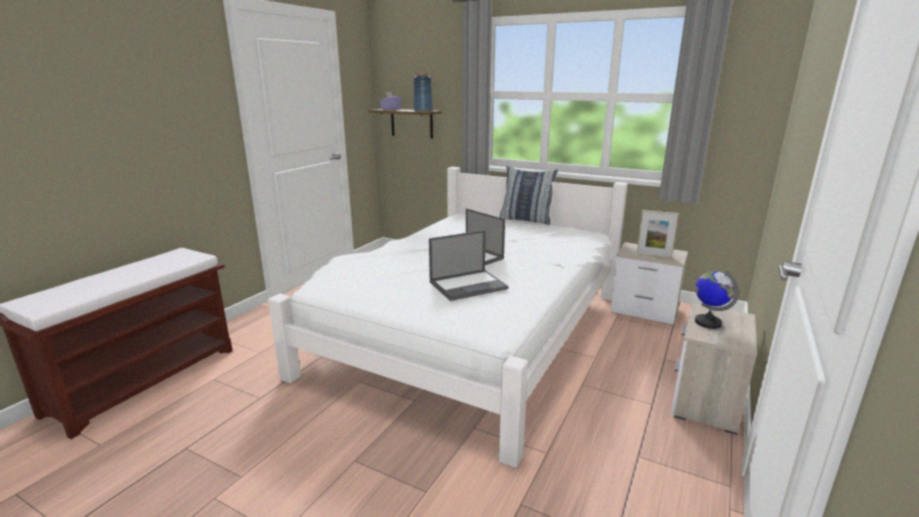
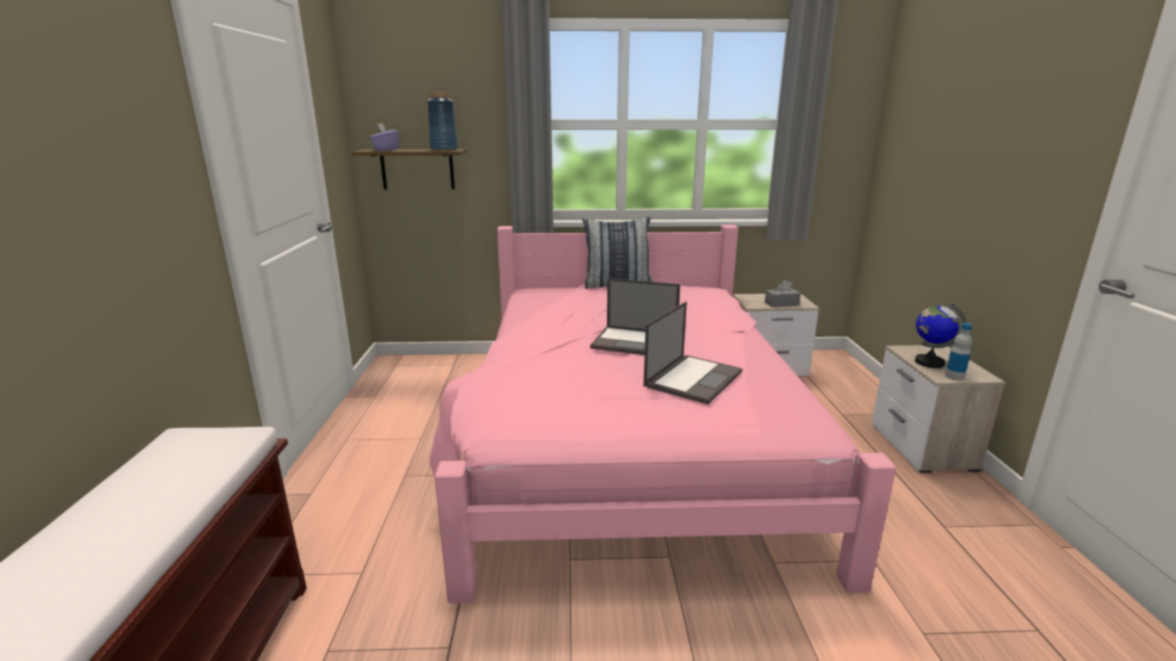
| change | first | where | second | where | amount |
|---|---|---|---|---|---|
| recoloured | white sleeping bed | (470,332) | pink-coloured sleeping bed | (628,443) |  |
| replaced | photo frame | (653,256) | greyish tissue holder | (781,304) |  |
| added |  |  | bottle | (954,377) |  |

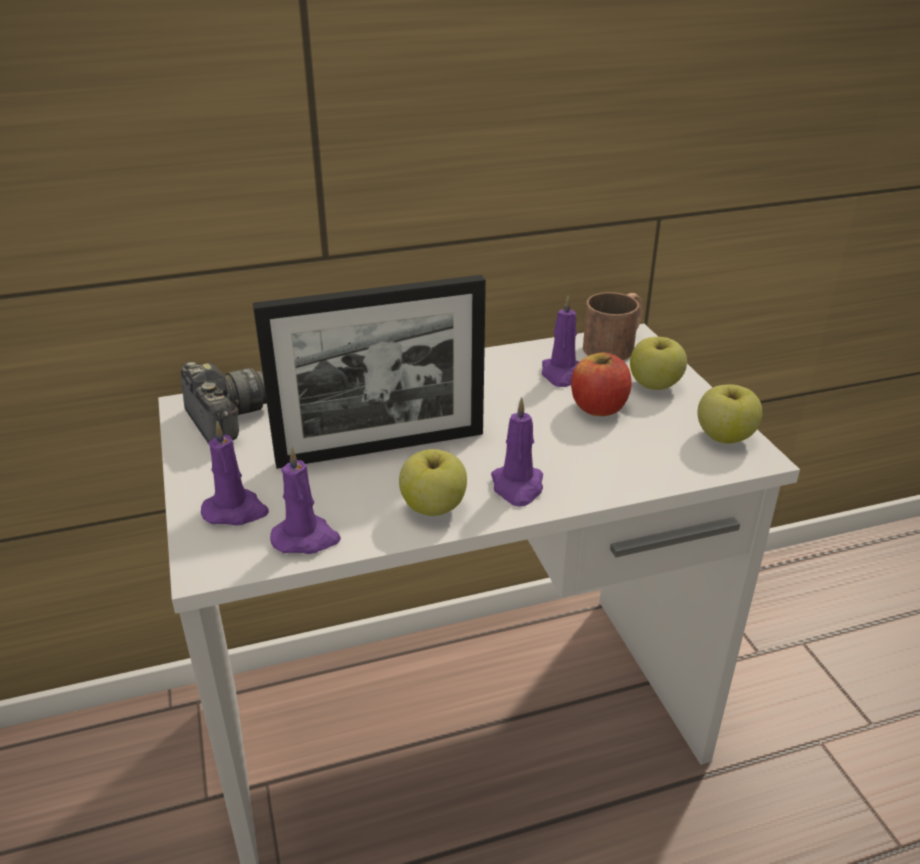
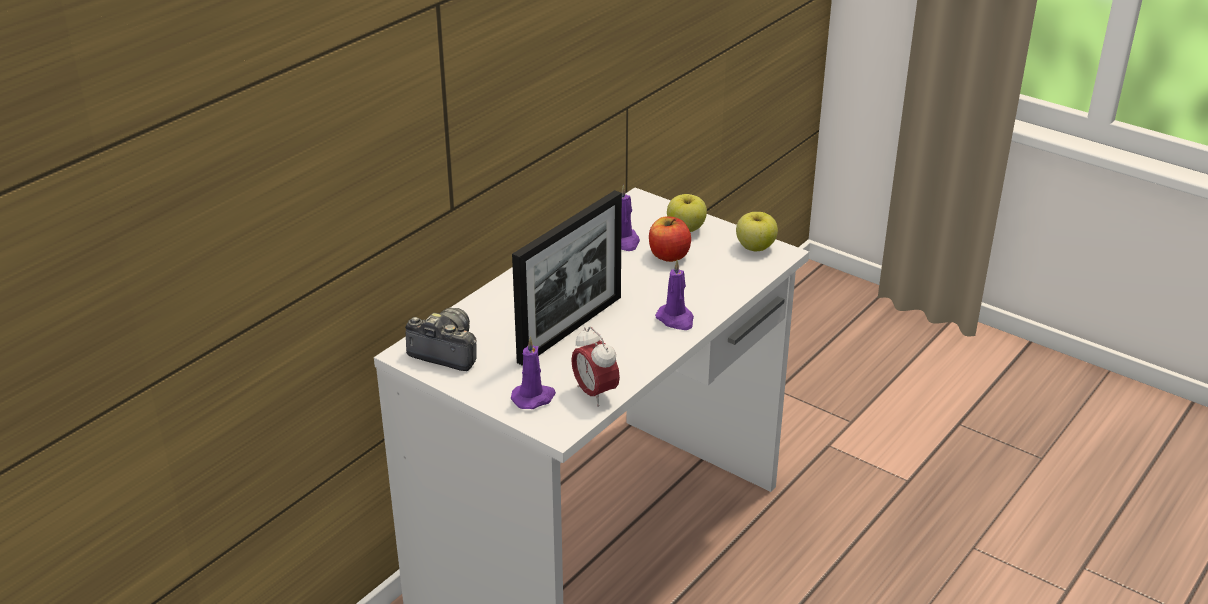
| change | first | where | second | where | amount |
|---|---|---|---|---|---|
| replaced | purple wax candle | (306,538) | table clock | (595,393) |  |
| removed | apple | (434,507) |  |  |  |
| removed | brown-coloured coffee mug | (616,344) |  |  |  |

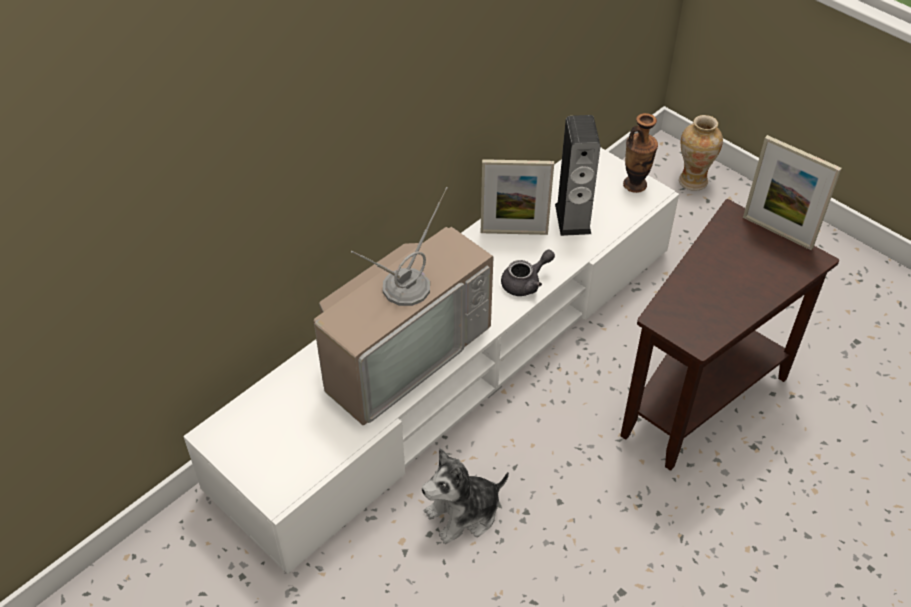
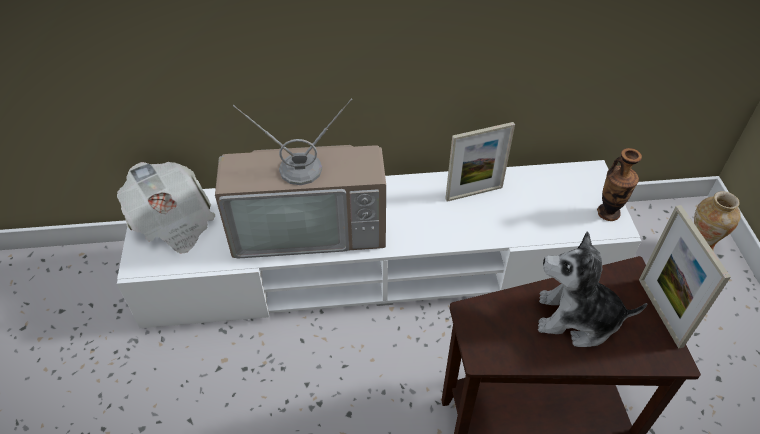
| change | first | where | second | where | amount |
|---|---|---|---|---|---|
| moved | plush toy | (464,513) |  | (577,319) |  |
| turned | photo frame | (514,232) |  | (474,193) | 60 degrees counterclockwise |
| removed | greyish pot for tea | (526,283) |  |  |  |
| removed | speaker | (573,218) |  |  |  |
| added |  |  | printed paper | (173,222) |  |

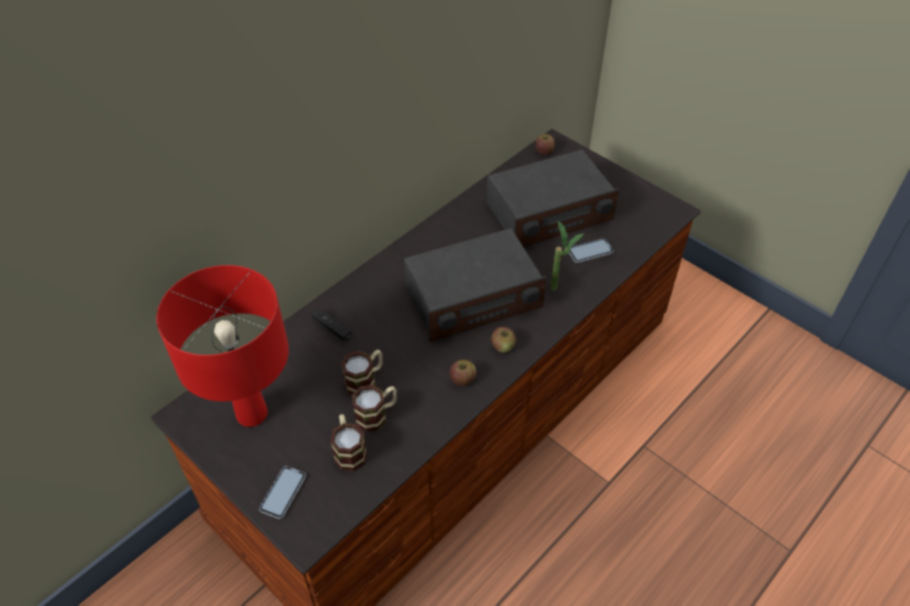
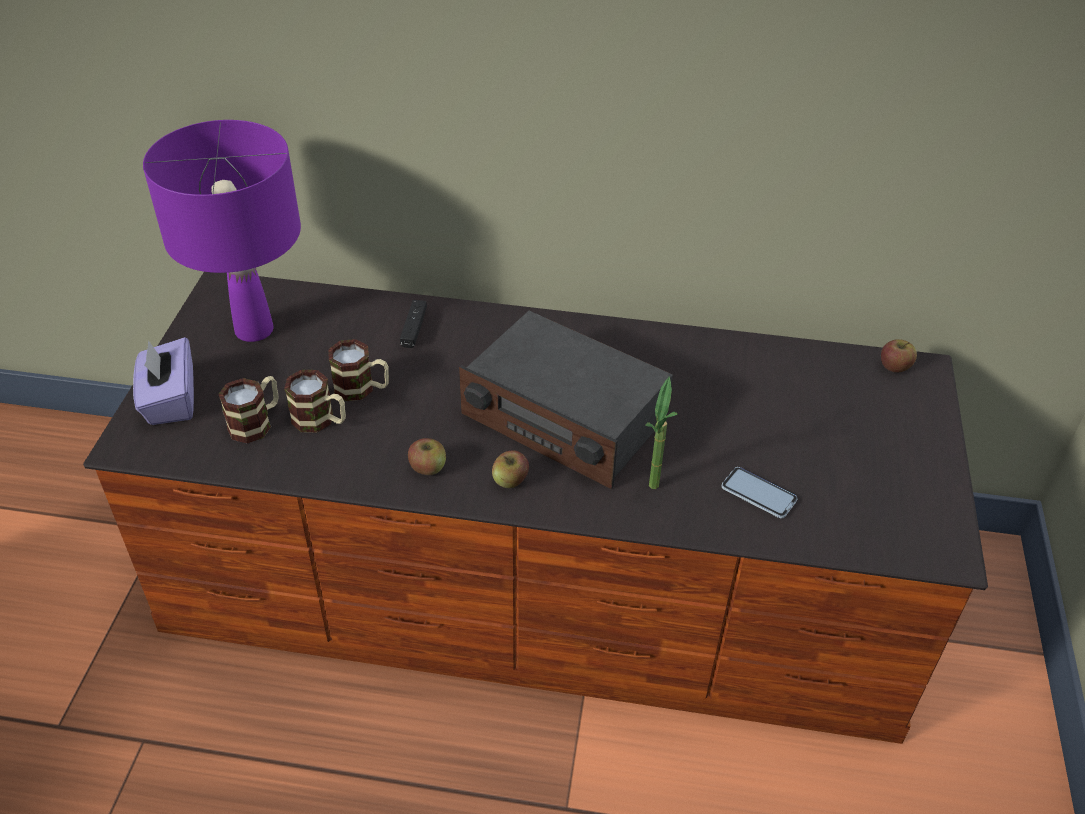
| change | first | where | second | where | amount |
|---|---|---|---|---|---|
| recoloured | reddish lamp for a table | (251,414) | purple lamp for a table | (253,330) |  |
| replaced | phone | (283,493) | purple tissue holder | (170,400) |  |
| removed | radio receiver | (549,212) |  |  |  |

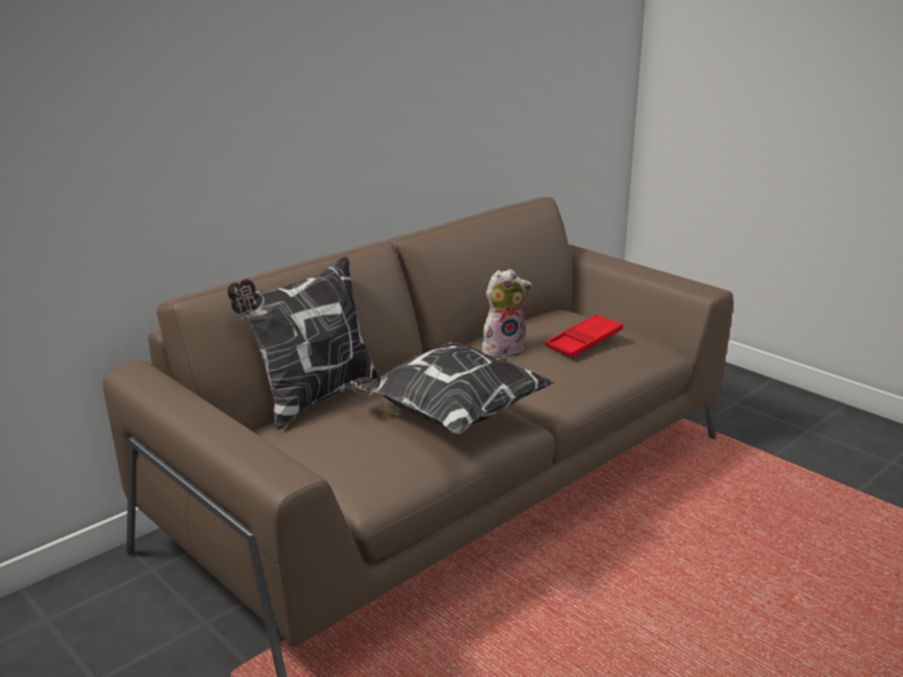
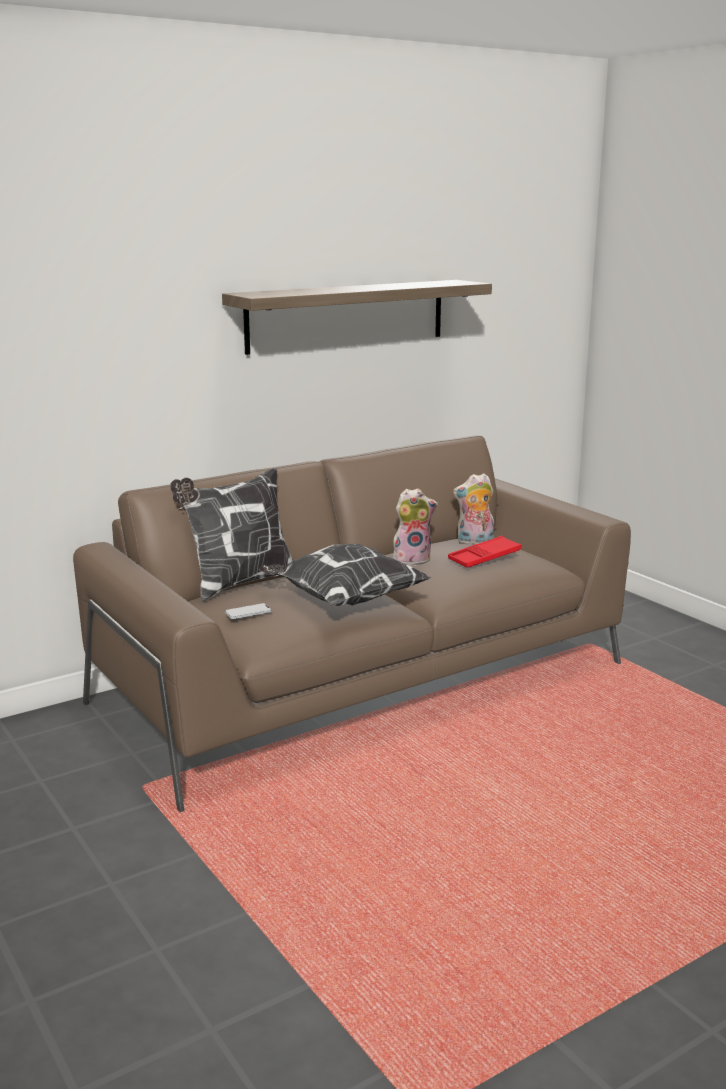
| change | first | where | second | where | amount |
|---|---|---|---|---|---|
| added |  |  | shelf | (347,315) |  |
| added |  |  | phone | (248,612) |  |
| added |  |  | plush toy | (474,543) |  |

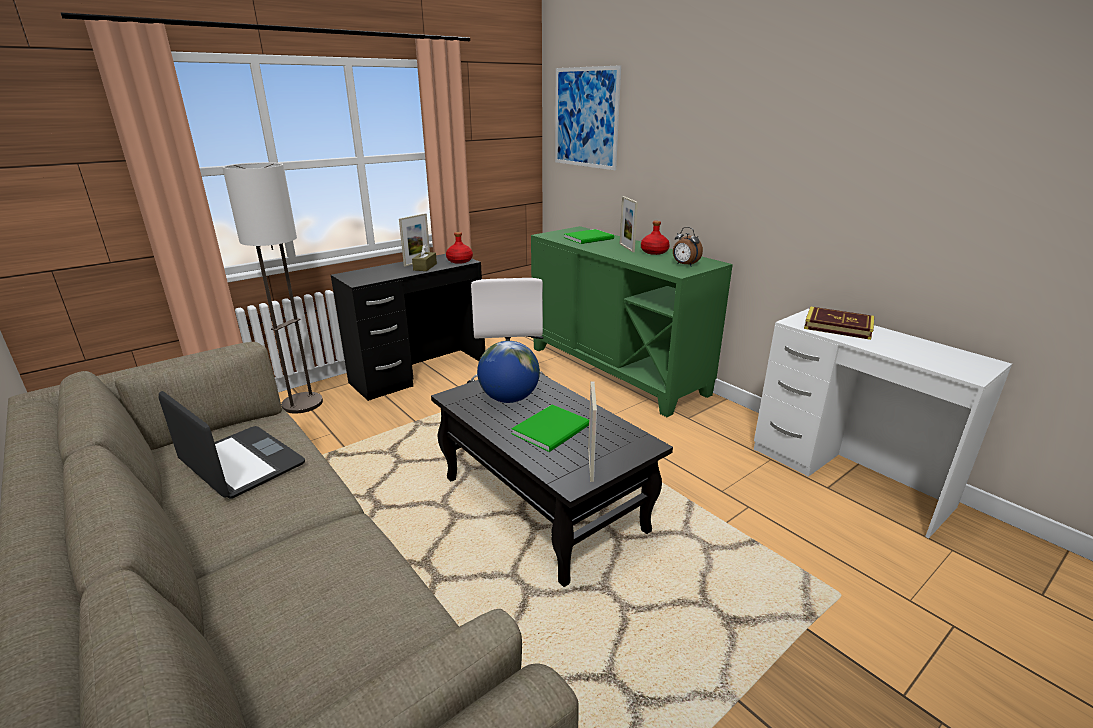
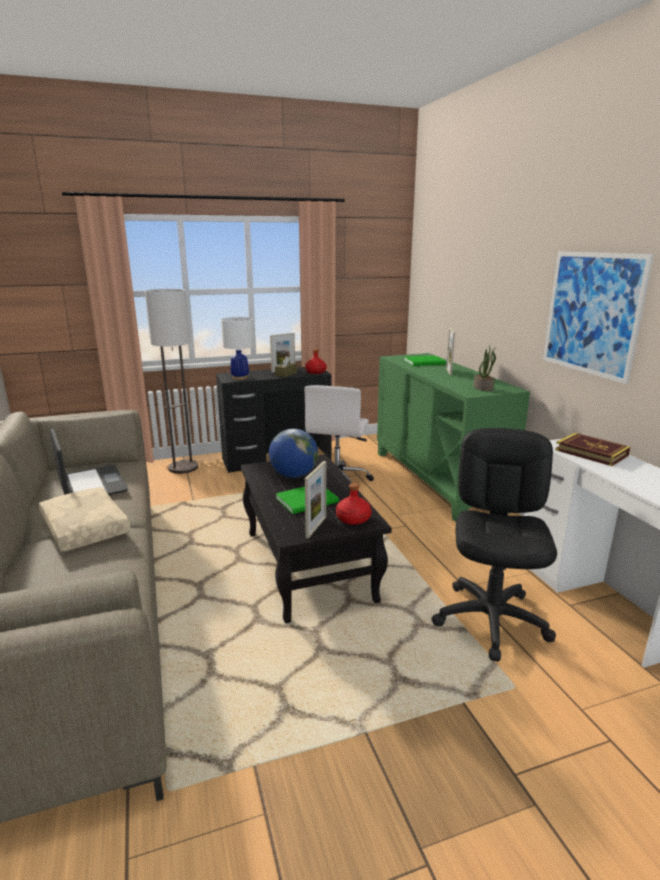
| change | first | where | second | where | amount |
|---|---|---|---|---|---|
| moved | picture | (586,118) |  | (592,313) |  |
| moved | reddish bottle | (654,252) |  | (353,519) |  |
| replaced | table clock | (684,265) | houseplant | (483,388) |  |
| added |  |  | beige-coloured pillow | (83,528) |  |
| added |  |  | white lamp for a table | (240,378) |  |
| added |  |  | blackish computer chair | (491,620) |  |

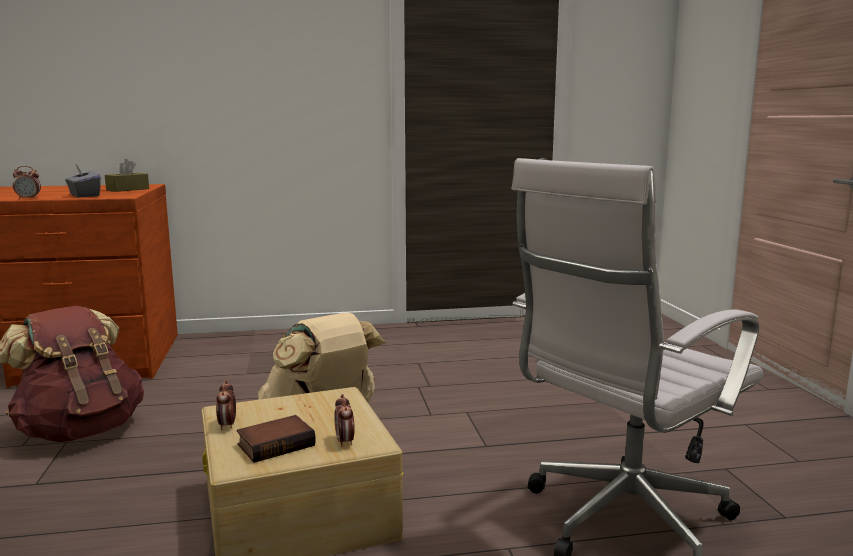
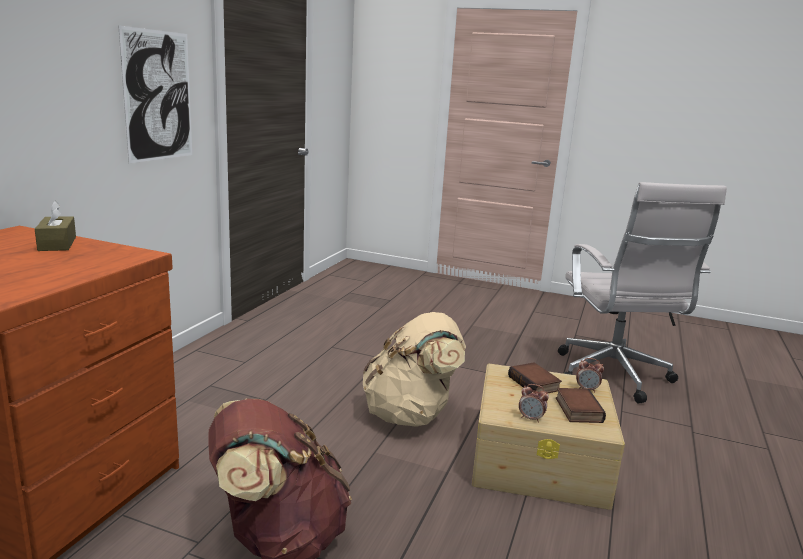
| change | first | where | second | where | amount |
|---|---|---|---|---|---|
| removed | table clock | (28,199) |  |  |  |
| removed | greyish tissue holder | (84,196) |  |  |  |
| added |  |  | picture | (158,96) |  |
| added |  |  | volume | (535,383) |  |

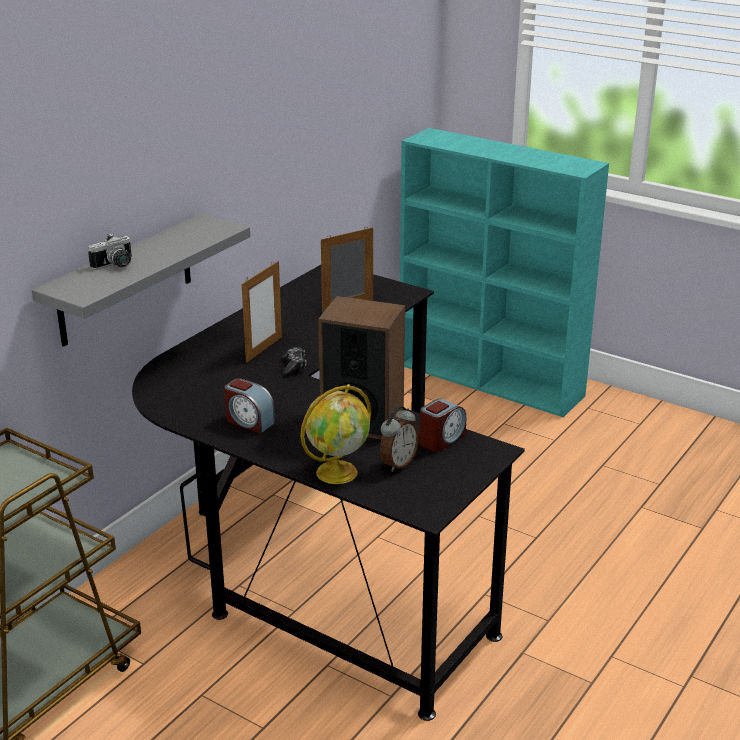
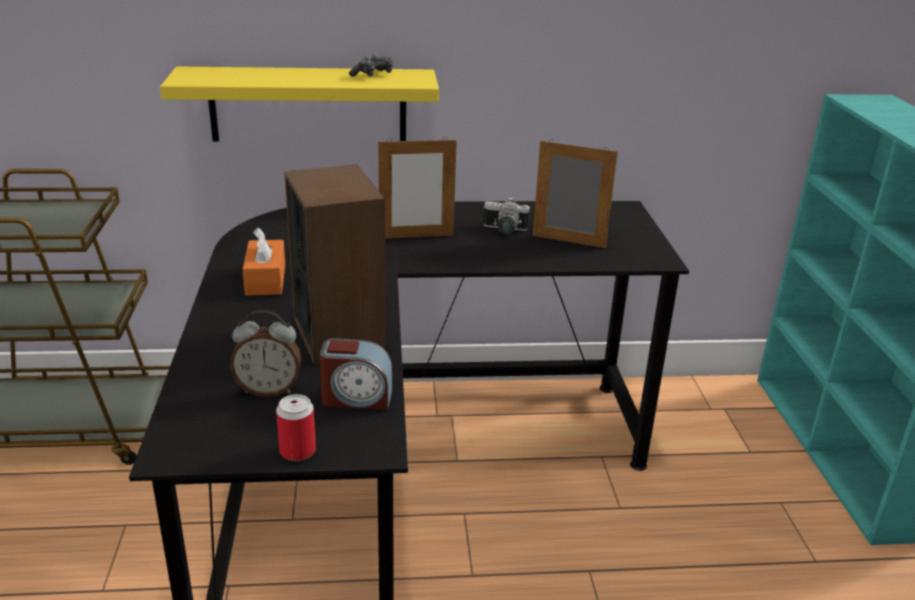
| change | first | where | second | where | amount |
|---|---|---|---|---|---|
| recoloured | greyish shelf | (125,280) | yellow-coloured shelf | (308,105) |  |
| moved | still camera | (115,265) |  | (504,230) |  |
| replaced | table clock | (249,422) | orangey tissue holder | (265,279) |  |
| moved | joypad | (294,366) |  | (373,75) |  |
| removed | world globe | (337,472) |  |  |  |
| added |  |  | sealed can | (297,451) |  |

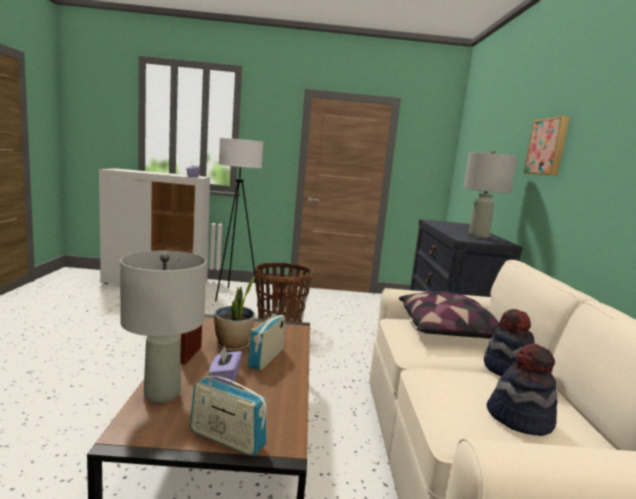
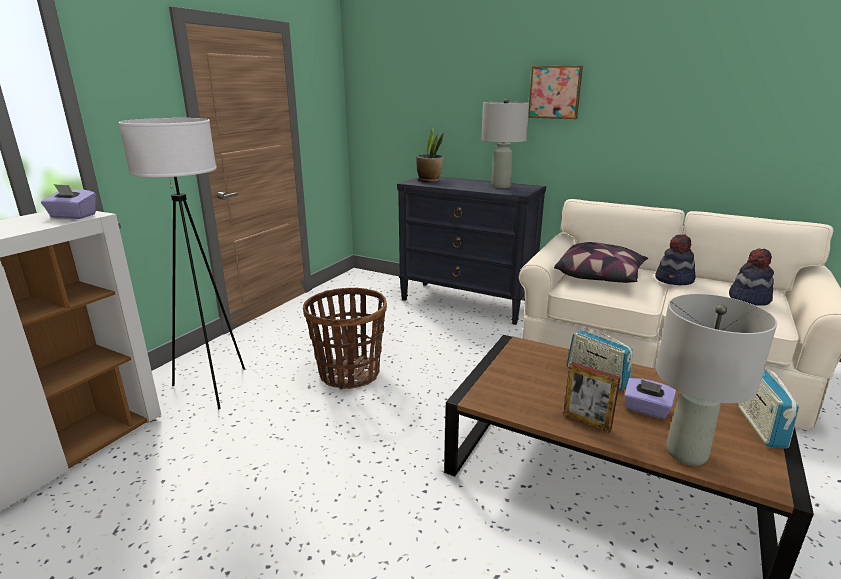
| change | first | where | second | where | amount |
|---|---|---|---|---|---|
| turned | radio receiver | (227,439) |  | (760,426) | 135 degrees clockwise |
| moved | houseplant | (233,345) |  | (429,180) |  |

